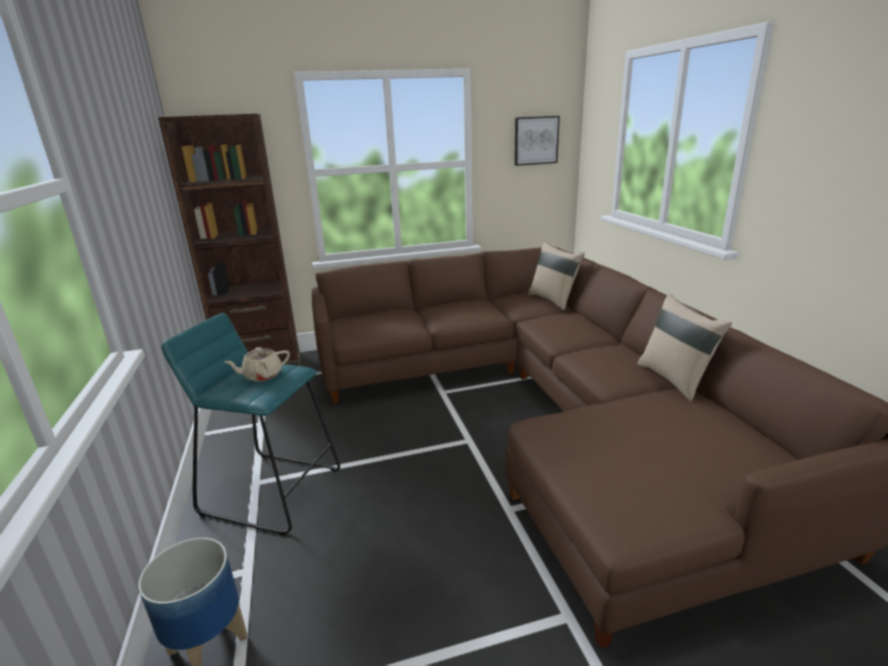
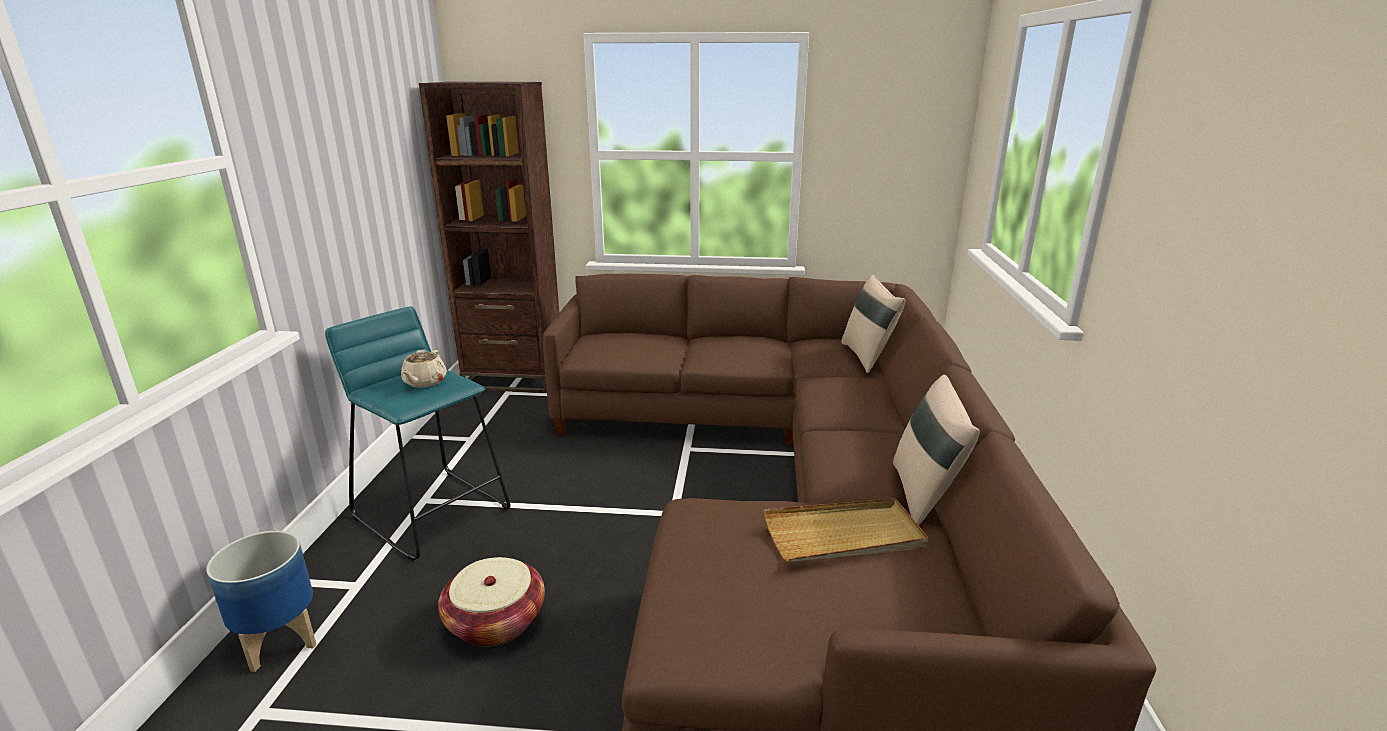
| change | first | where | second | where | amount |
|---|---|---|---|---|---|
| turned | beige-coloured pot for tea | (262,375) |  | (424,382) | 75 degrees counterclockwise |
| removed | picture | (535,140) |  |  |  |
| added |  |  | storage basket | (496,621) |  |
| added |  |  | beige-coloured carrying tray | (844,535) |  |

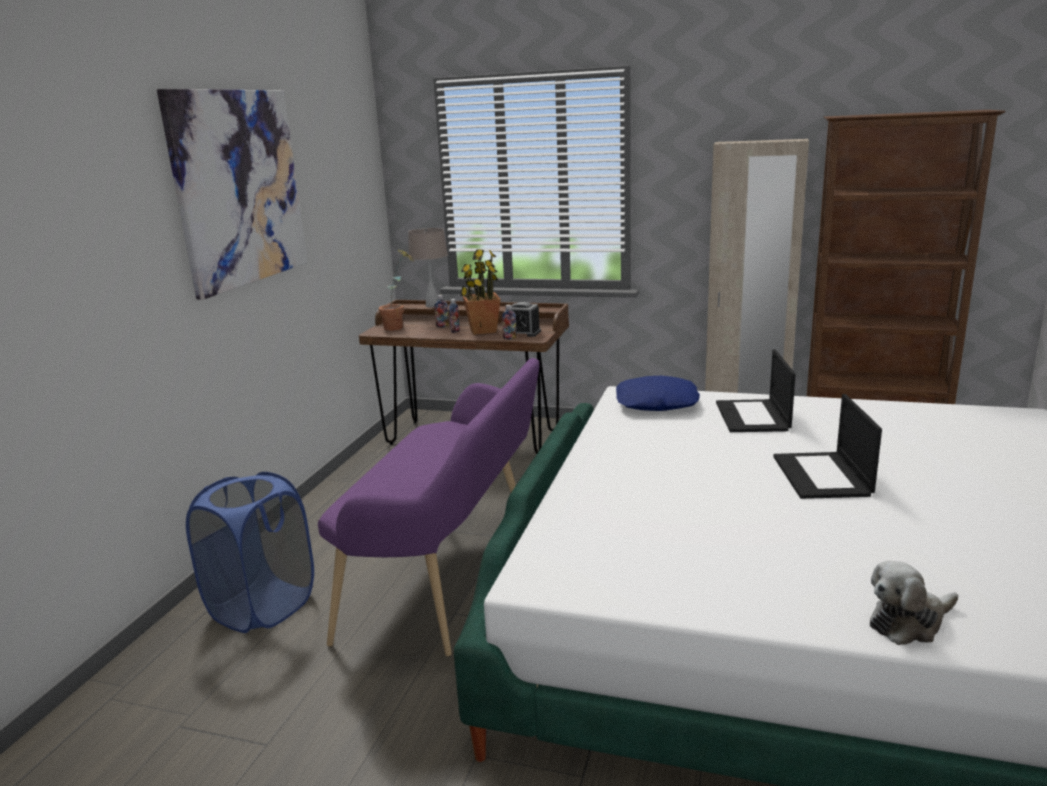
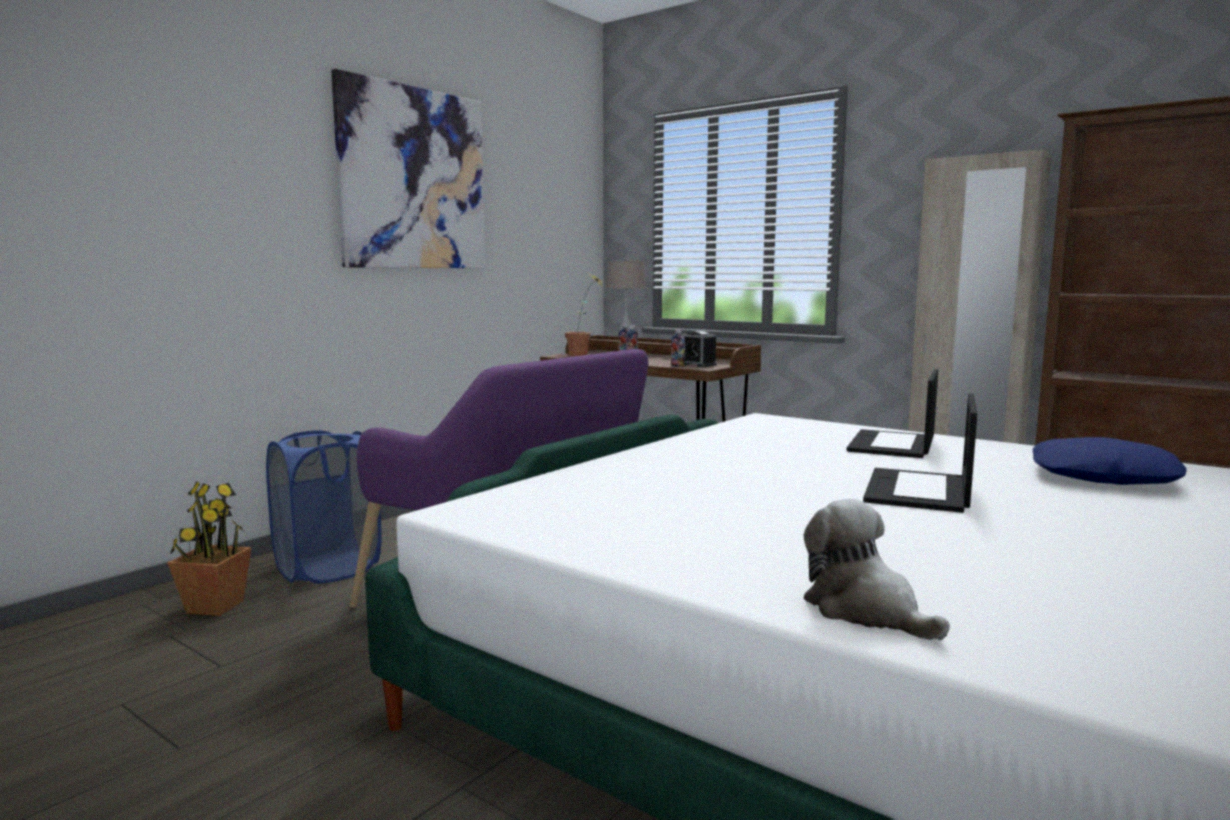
| change | first | where | second | where | amount |
|---|---|---|---|---|---|
| moved | houseplant | (482,330) |  | (214,607) |  |
| moved | blue pillow | (656,403) |  | (1103,477) |  |
| turned | plush toy | (909,622) |  | (865,611) | 60 degrees clockwise |

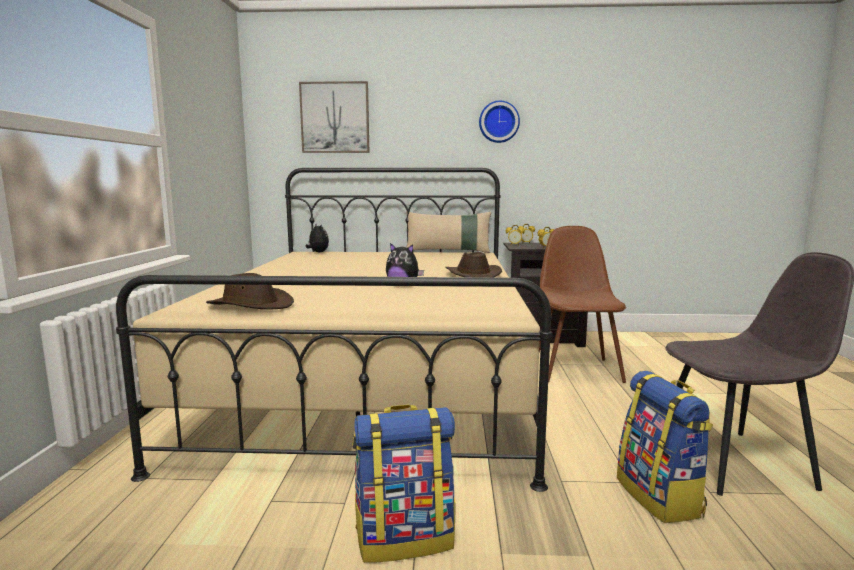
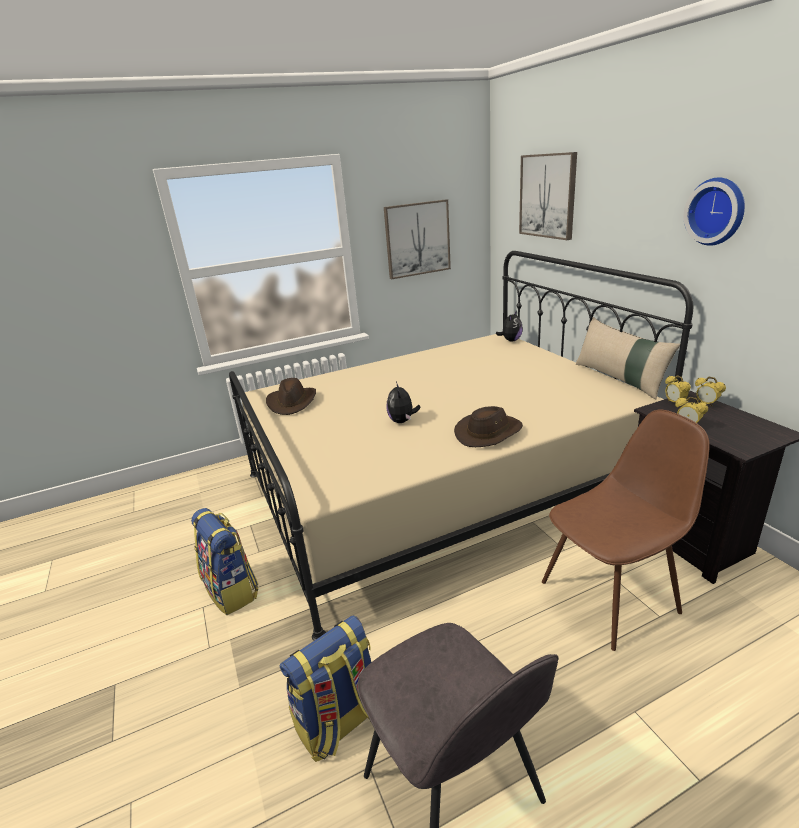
| change | first | where | second | where | amount |
|---|---|---|---|---|---|
| added |  |  | picture | (417,239) |  |

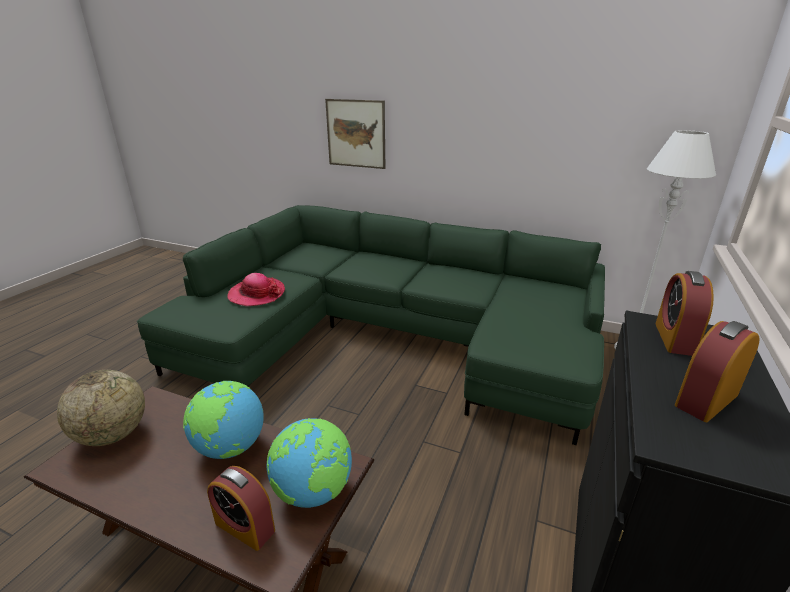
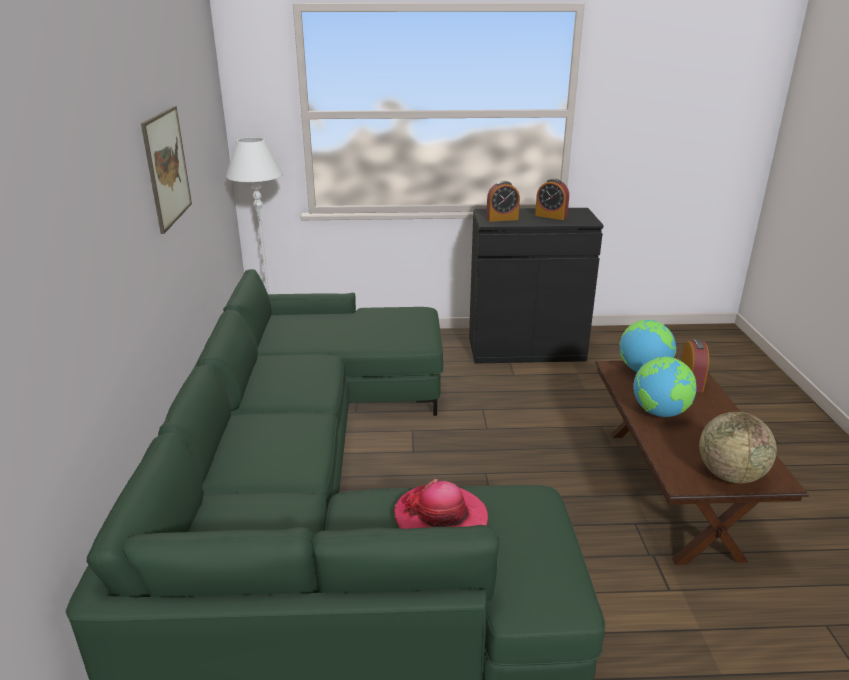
| change | first | where | second | where | amount |
|---|---|---|---|---|---|
| moved | picture | (356,134) |  | (167,167) |  |

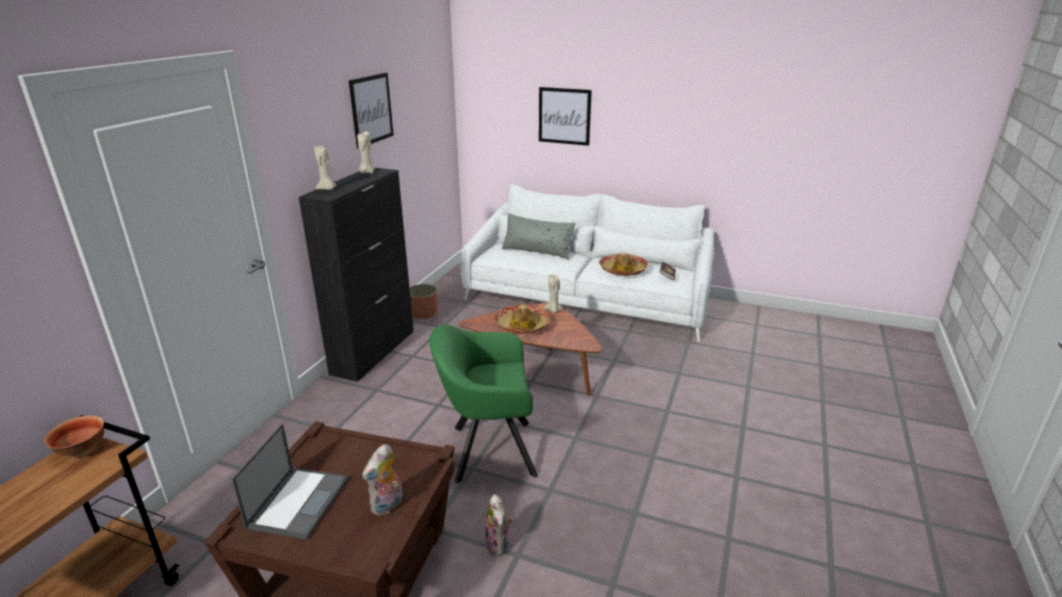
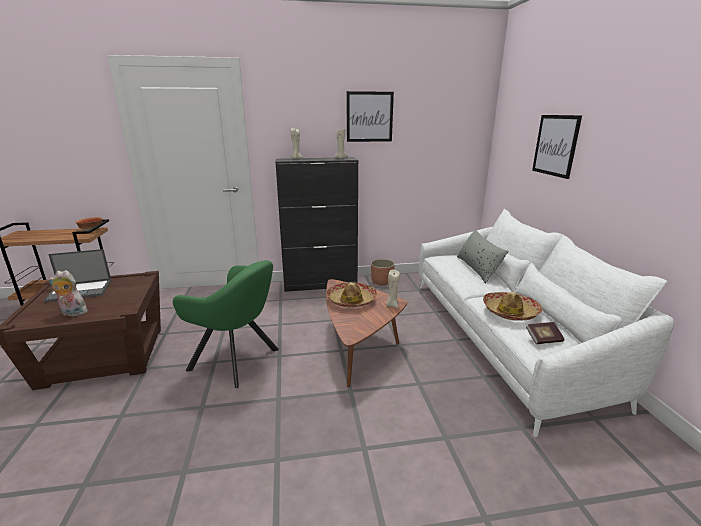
| change | first | where | second | where | amount |
|---|---|---|---|---|---|
| turned | green-coloured armchair | (487,450) |  | (238,361) | 150 degrees clockwise |
| removed | plush toy | (499,545) |  |  |  |

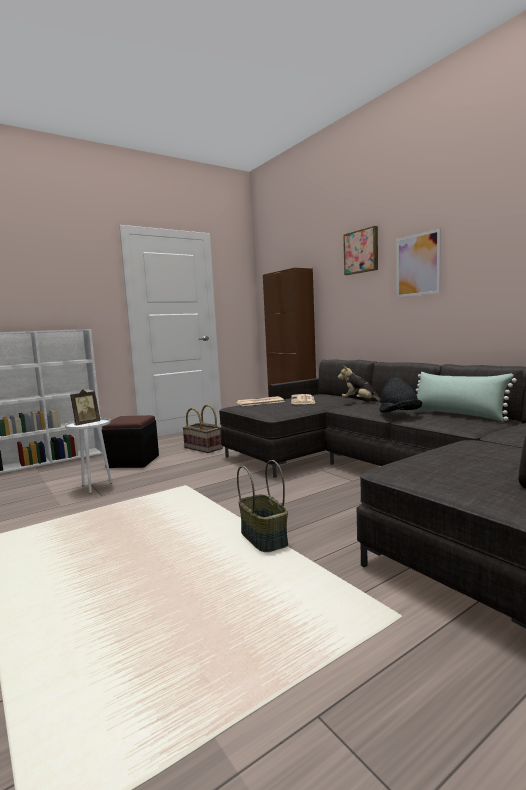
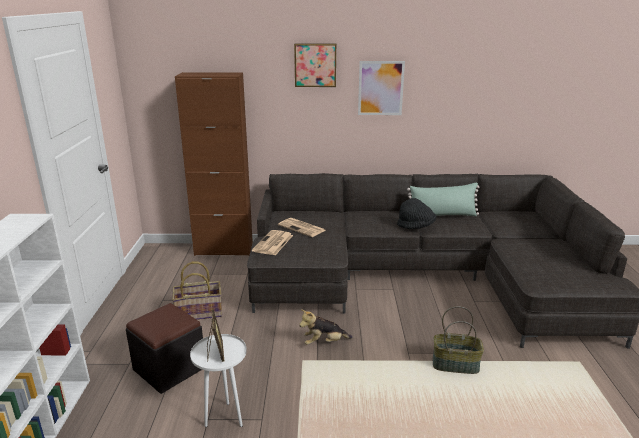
| change | first | where | second | where | amount |
|---|---|---|---|---|---|
| moved | plush toy | (360,402) |  | (324,342) |  |

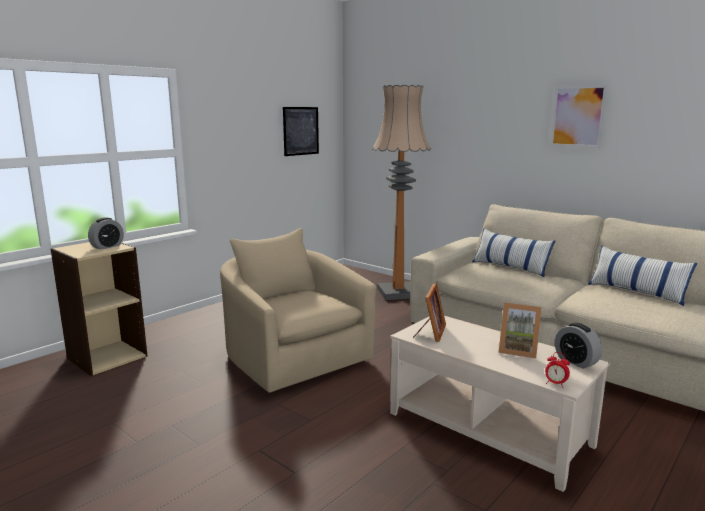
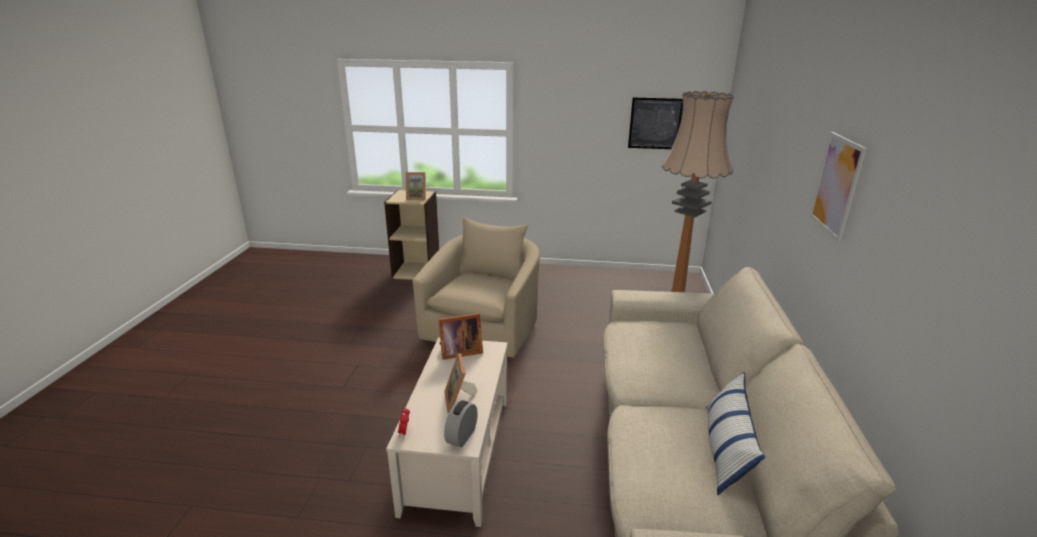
| change | first | where | second | where | amount |
|---|---|---|---|---|---|
| replaced | table clock | (107,246) | photo frame | (417,198) |  |
| removed | pillow | (510,267) |  |  |  |

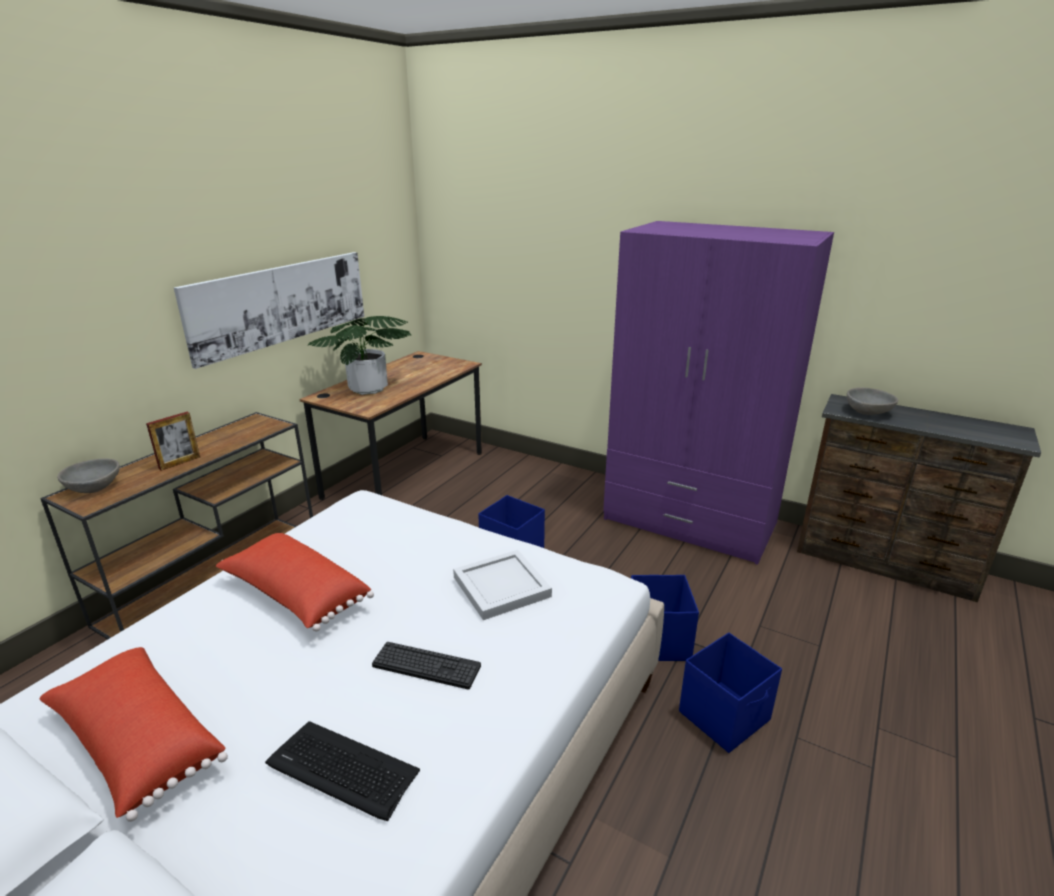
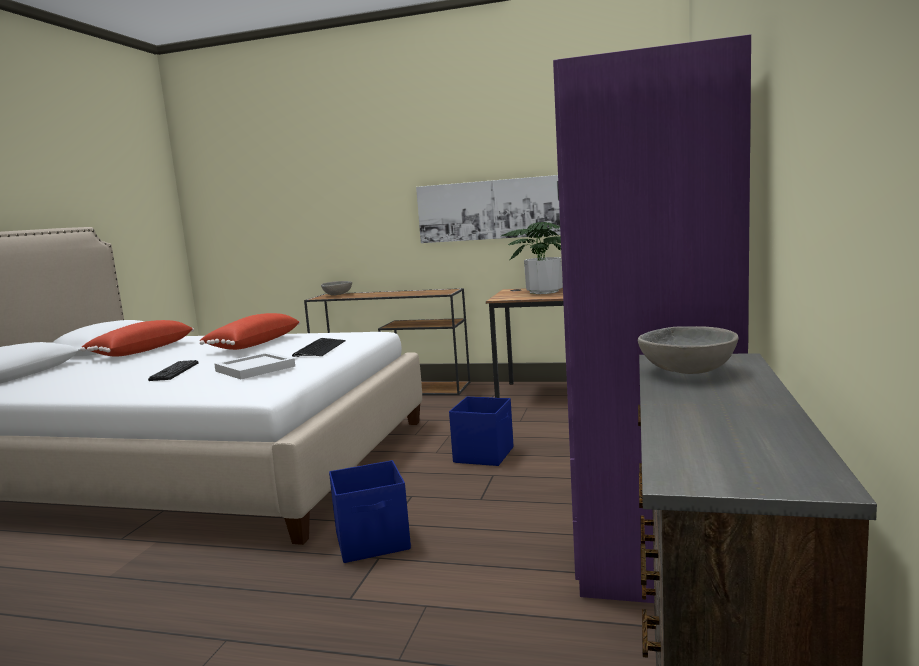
| change | first | where | second | where | amount |
|---|---|---|---|---|---|
| removed | photo frame | (180,463) |  |  |  |
| moved | computer keyboard | (342,770) |  | (319,349) |  |
| removed | blue storage container | (725,716) |  |  |  |

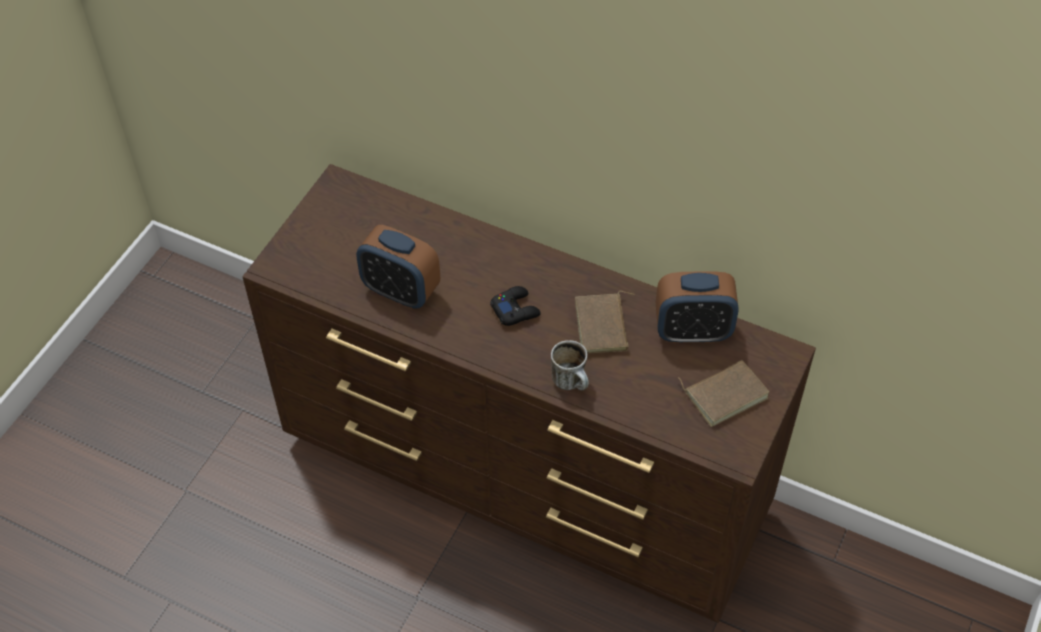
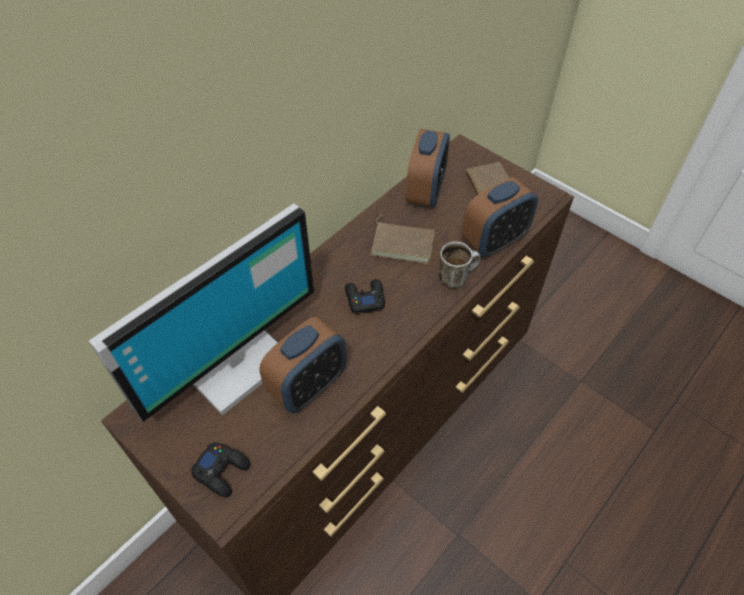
| change | first | where | second | where | amount |
|---|---|---|---|---|---|
| added |  |  | computer display | (234,362) |  |
| added |  |  | blackish joypad | (222,471) |  |
| added |  |  | table clock | (494,241) |  |

